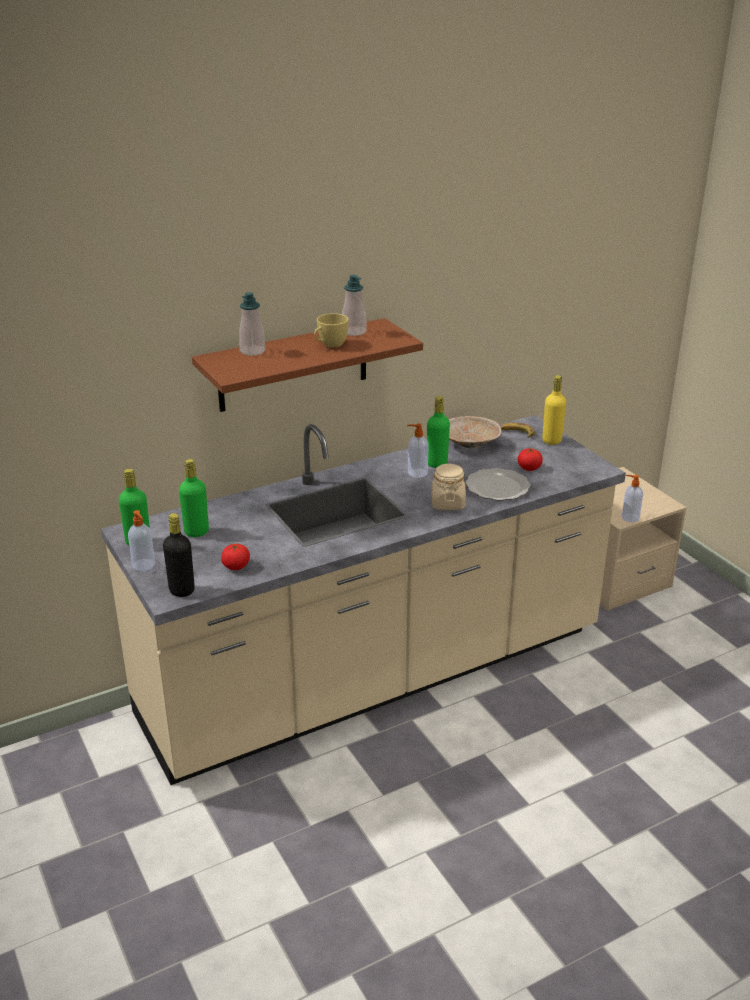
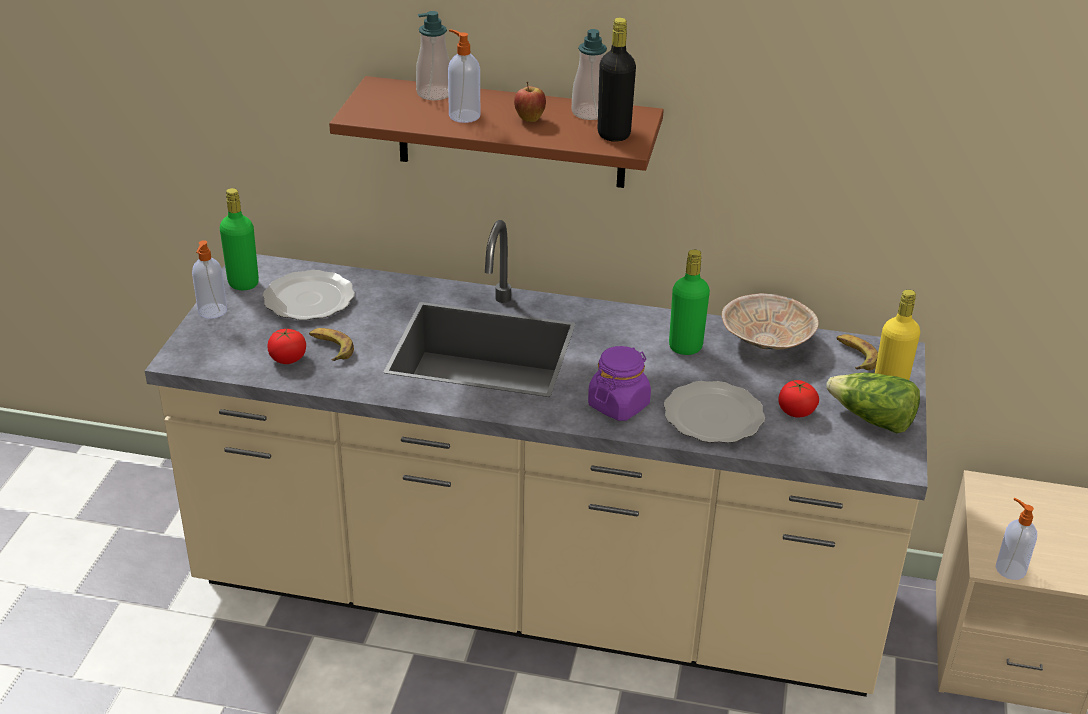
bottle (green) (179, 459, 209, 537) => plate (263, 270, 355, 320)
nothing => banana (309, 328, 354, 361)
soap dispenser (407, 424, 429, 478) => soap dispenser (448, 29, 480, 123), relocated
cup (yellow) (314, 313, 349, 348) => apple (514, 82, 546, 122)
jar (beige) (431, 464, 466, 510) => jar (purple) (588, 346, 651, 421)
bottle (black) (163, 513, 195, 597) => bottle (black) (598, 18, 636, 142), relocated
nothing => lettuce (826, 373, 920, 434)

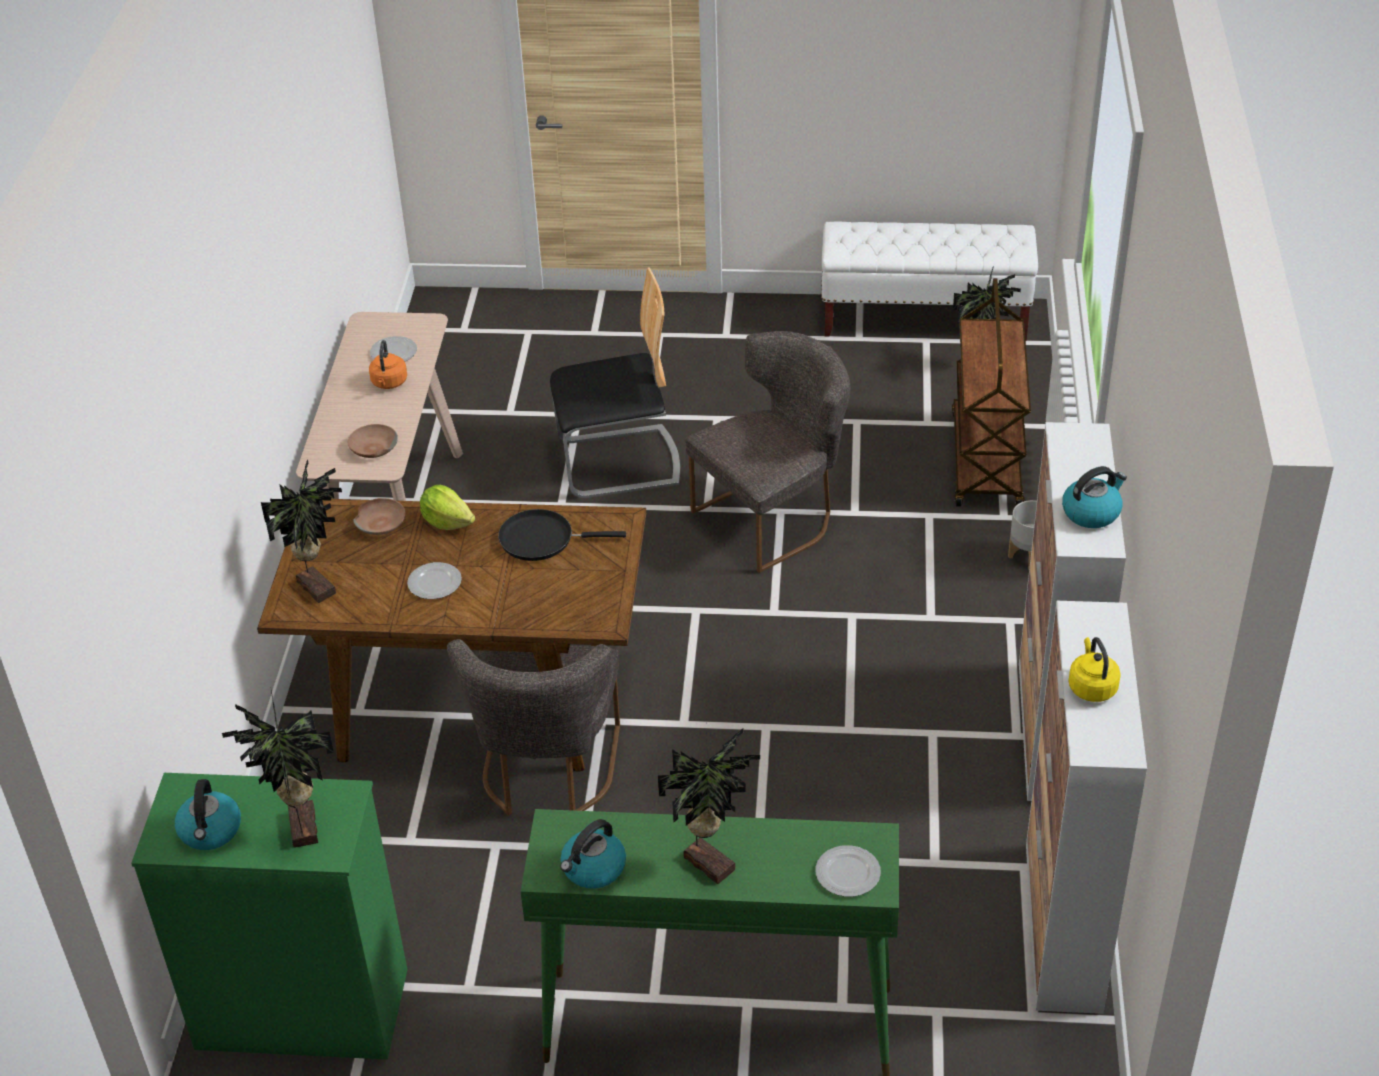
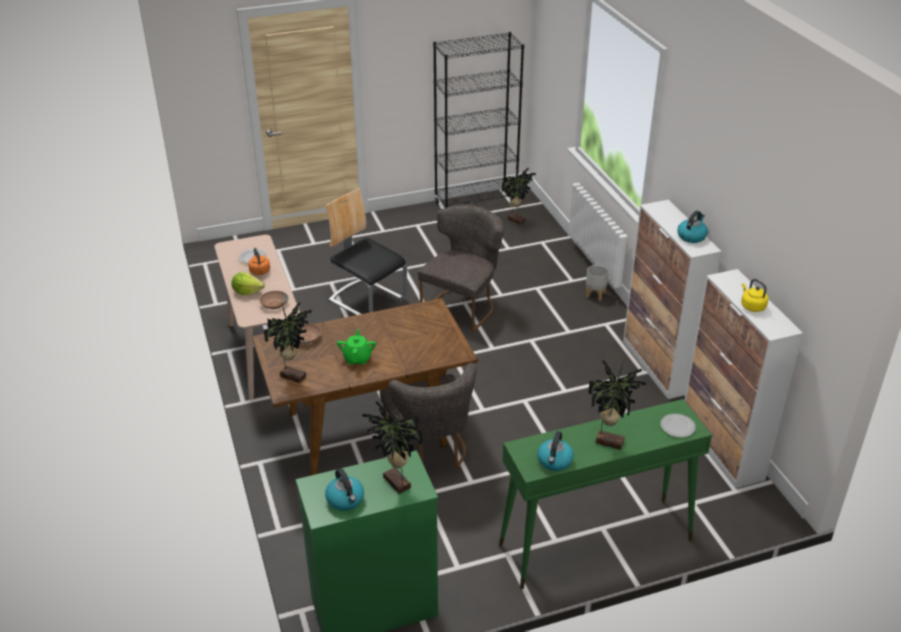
lettuce (420, 485, 475, 530) => lettuce (231, 272, 265, 295), relocated
chair (550, 267, 680, 498) => chair (326, 188, 407, 315), 105 degrees counterclockwise
plate (407, 562, 462, 599) => teapot (green) (337, 330, 376, 365)
bench (white) (821, 222, 1038, 341) => bookcase (black) (433, 32, 524, 208)
frying pan (black) (498, 509, 626, 561) => nothing
cart (brown) (952, 278, 1031, 507) => nothing

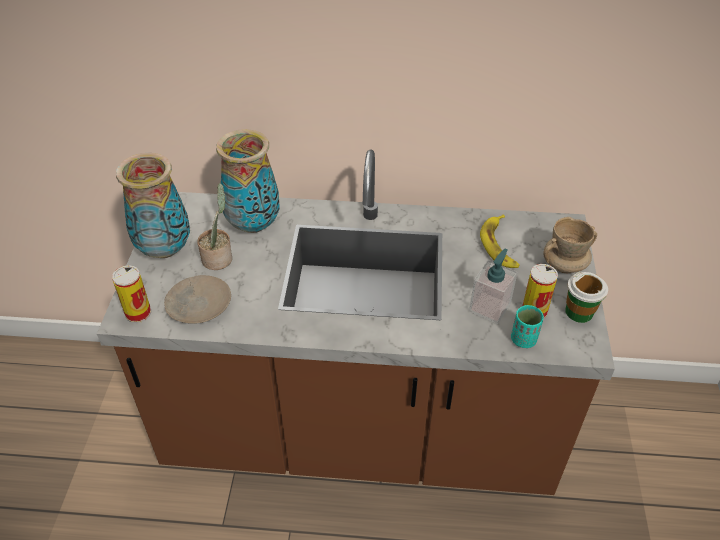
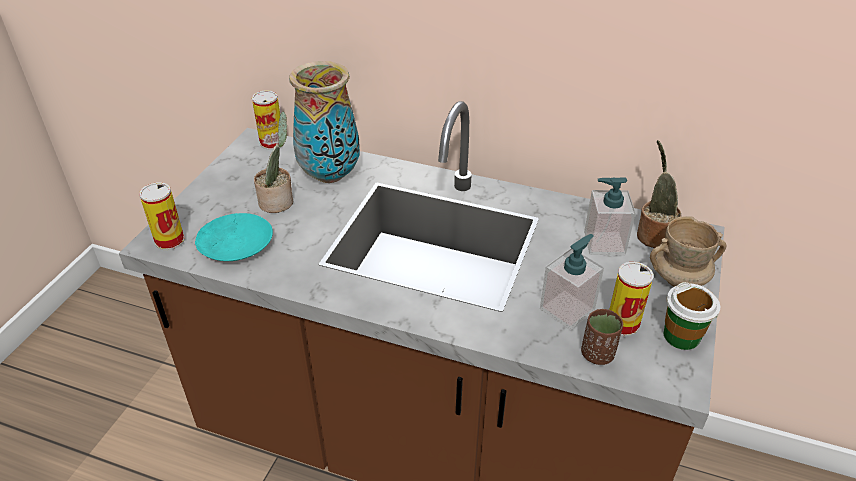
plate (beige) (164, 275, 231, 324) => plate (turquoise) (195, 213, 273, 261)
nothing => can (252, 90, 280, 150)
cup (turquoise) (511, 305, 544, 348) => cup (brown) (581, 309, 623, 365)
banana (480, 215, 520, 268) => soap dispenser (584, 177, 636, 255)
nothing => potted plant (637, 140, 681, 248)
vase (116, 153, 190, 258) => nothing

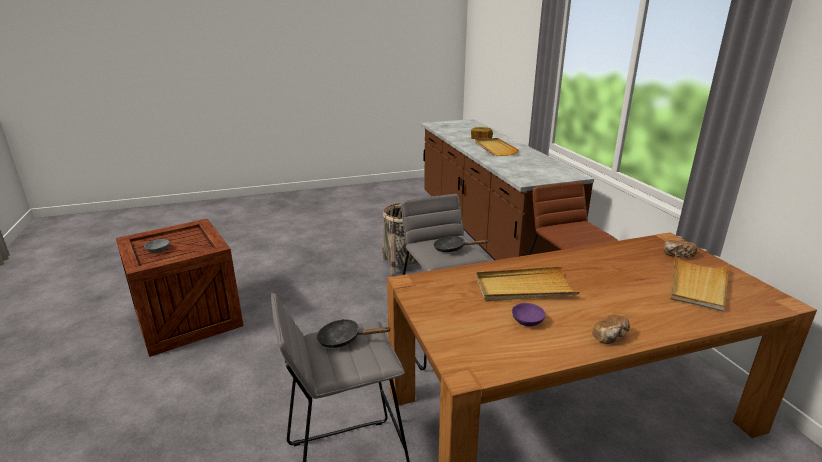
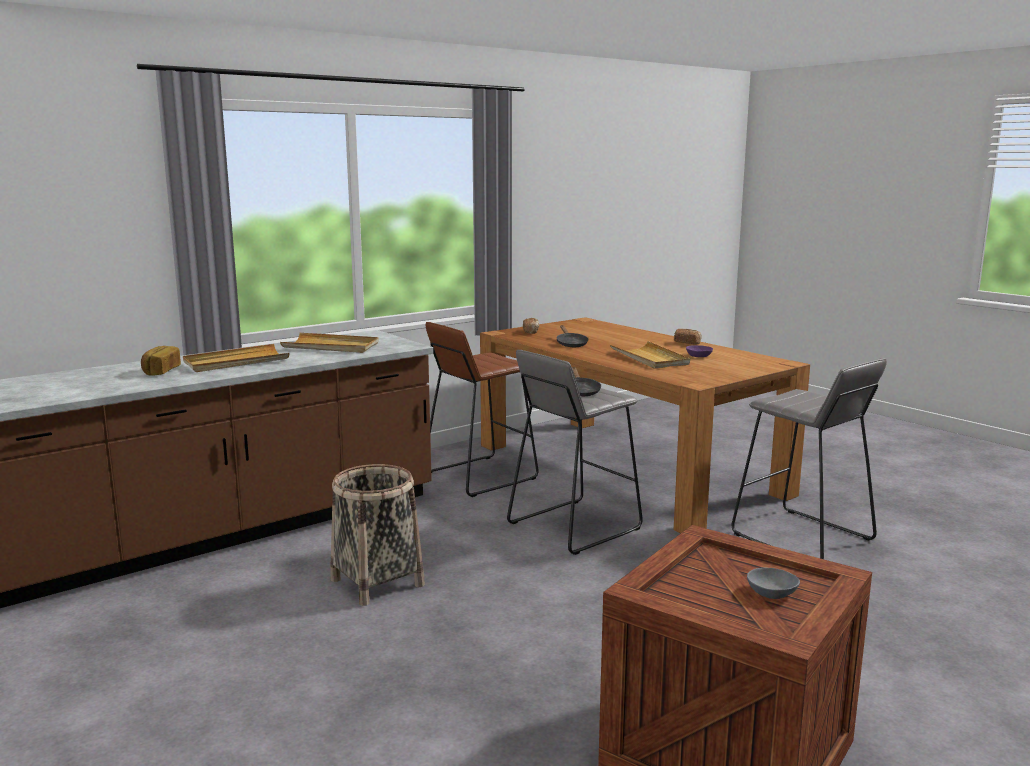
tray (beige) (671, 254, 729, 312) => tray (beige) (280, 333, 379, 353), relocated
frying pan (black) (317, 319, 391, 348) => frying pan (black) (557, 325, 588, 347), relocated

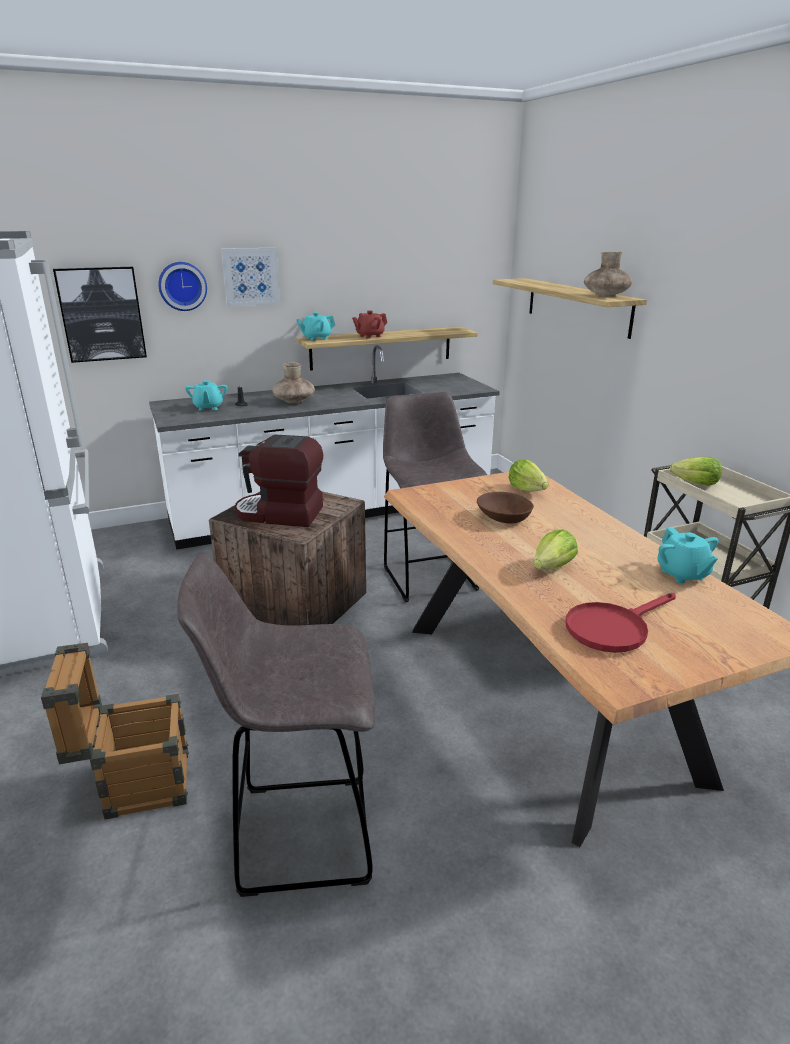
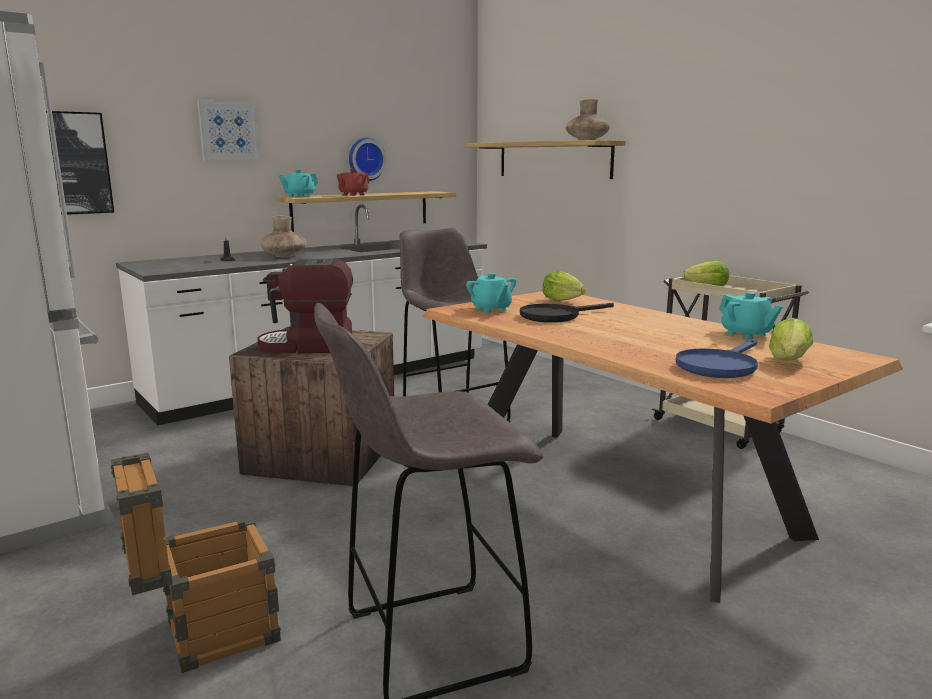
wall clock (158, 262, 207, 311) => wall clock (349, 137, 386, 181), relocated
teapot (turquoise) (185, 380, 227, 411) => teapot (turquoise) (466, 273, 516, 313), relocated
bowl (brown) (477, 492, 534, 524) => frying pan (black) (520, 303, 614, 323)
frying pan (red) (566, 593, 676, 653) => frying pan (blue) (676, 339, 758, 378)
lettuce (533, 529, 578, 570) => lettuce (769, 318, 813, 361), relocated

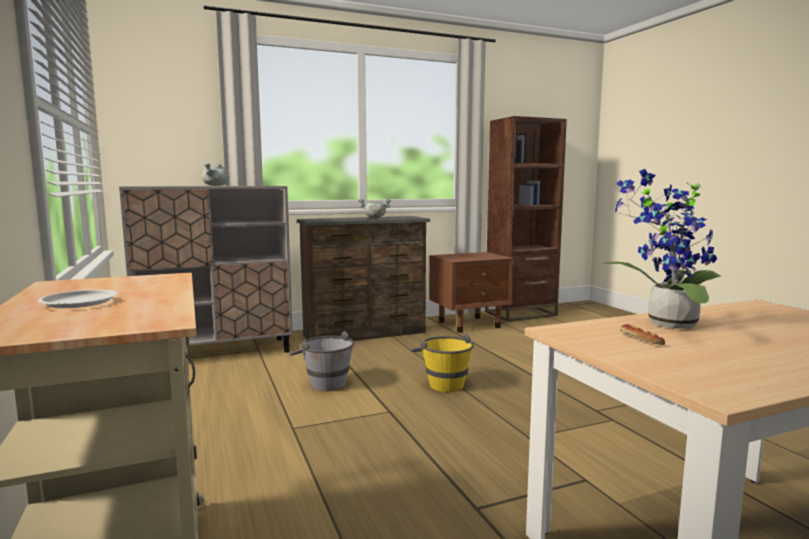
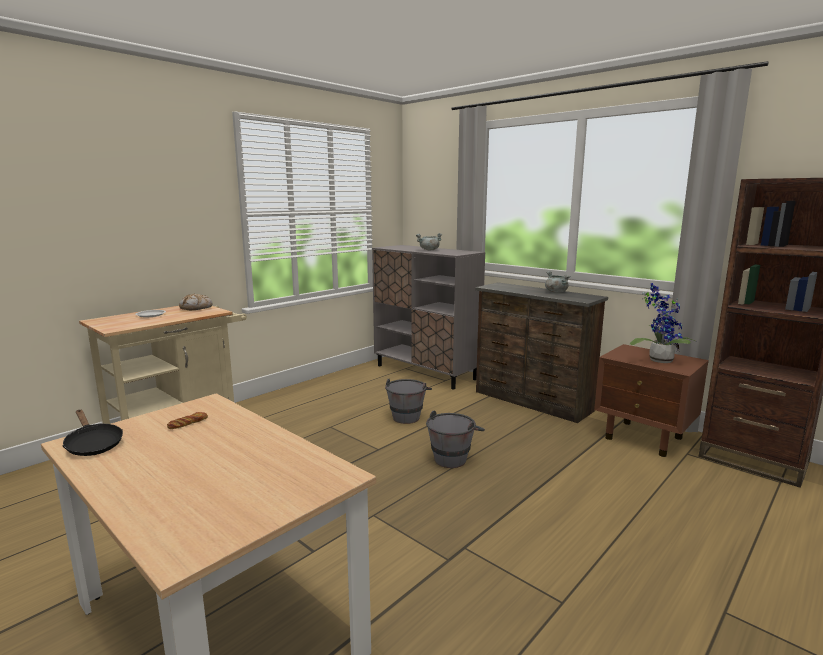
nothing => frying pan (black) (62, 410, 123, 456)
nothing => bread (179, 294, 212, 310)
bucket (yellow) (411, 334, 474, 392) => bucket (grey) (426, 411, 485, 468)
potted plant (603, 169, 721, 329) => potted plant (630, 283, 695, 363), relocated

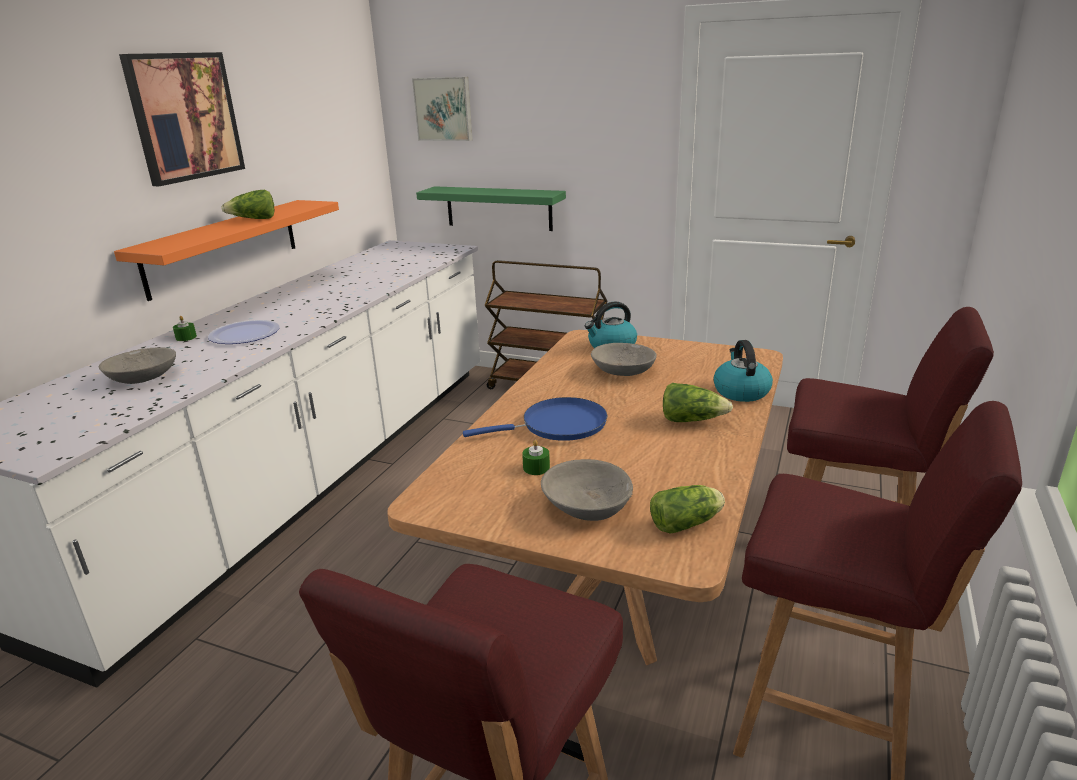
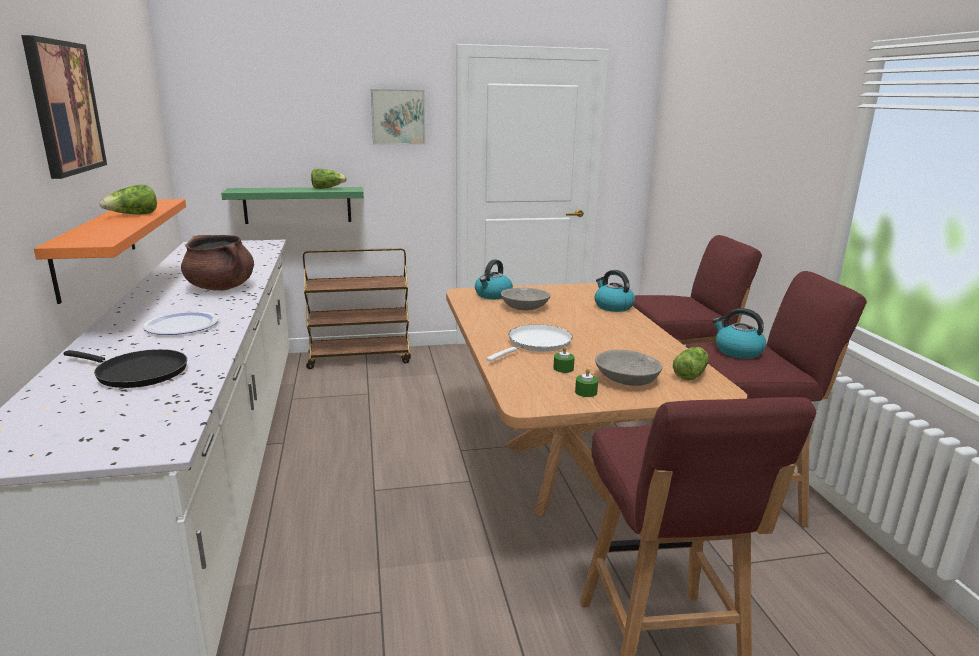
bowl (grey) (99, 347, 176, 384) => frying pan (black) (64, 349, 187, 388)
nothing => cooking pot (brown) (181, 235, 254, 291)
lettuce (663, 383, 733, 422) => lettuce (311, 169, 347, 189), relocated
picture (412, 77, 473, 141) => picture (371, 89, 425, 145), relocated
frying pan (blue) (463, 397, 607, 441) => frying pan (white) (487, 325, 573, 362)
candle (green) (173, 316, 197, 341) => candle (green) (575, 368, 598, 397), relocated
nothing => kettle (712, 308, 766, 359)

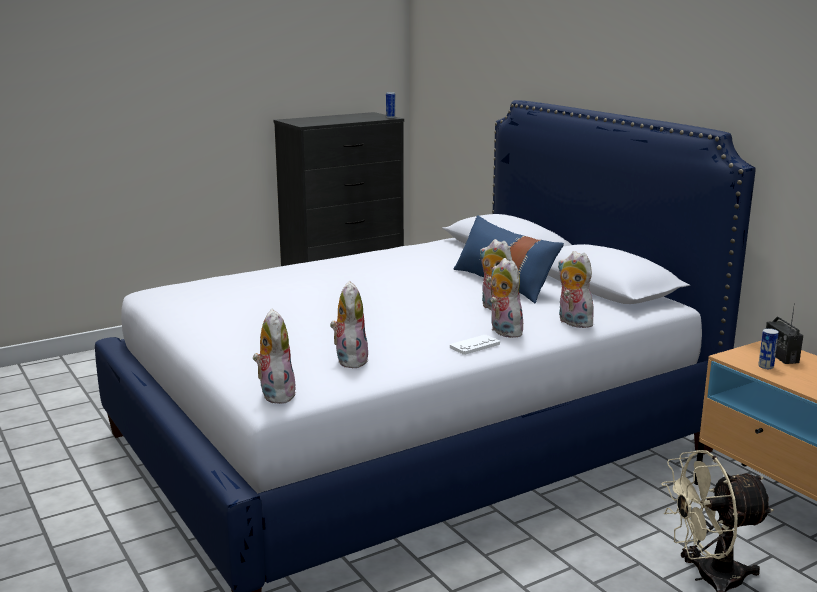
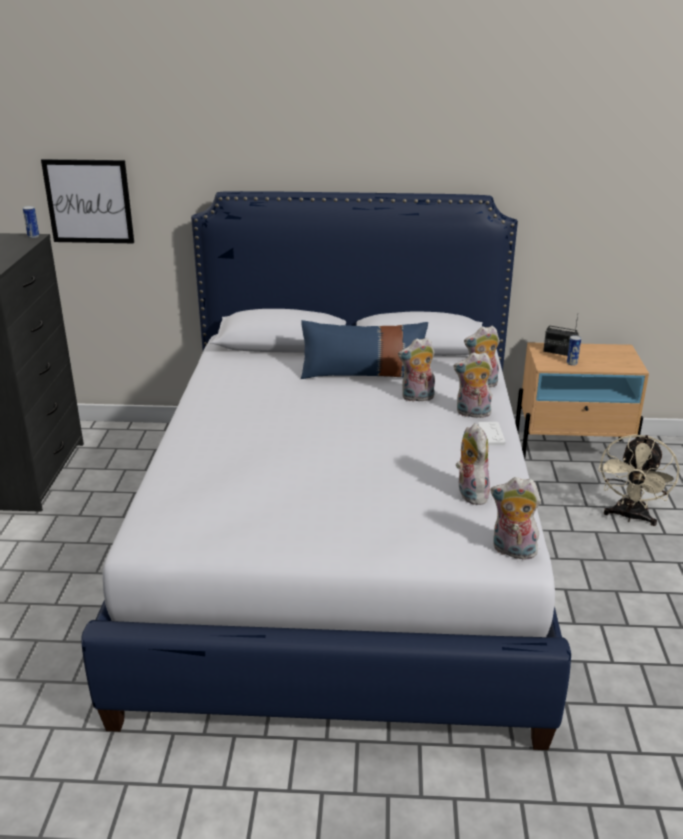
nothing => picture (41, 159, 134, 243)
plush toy (330, 281, 369, 368) => plush toy (456, 423, 492, 505), 45 degrees clockwise

